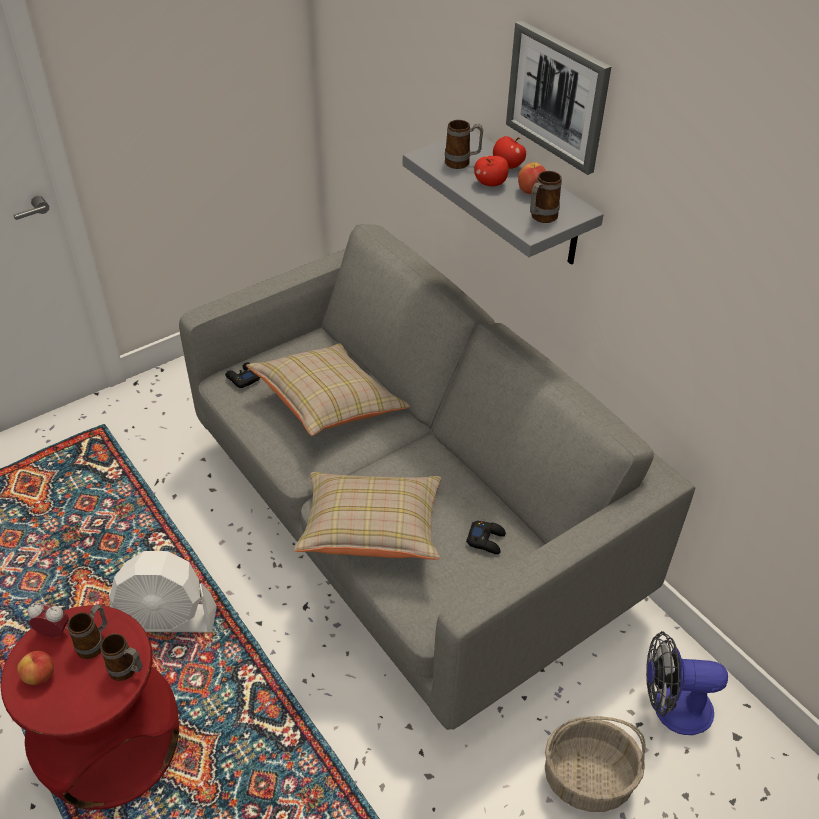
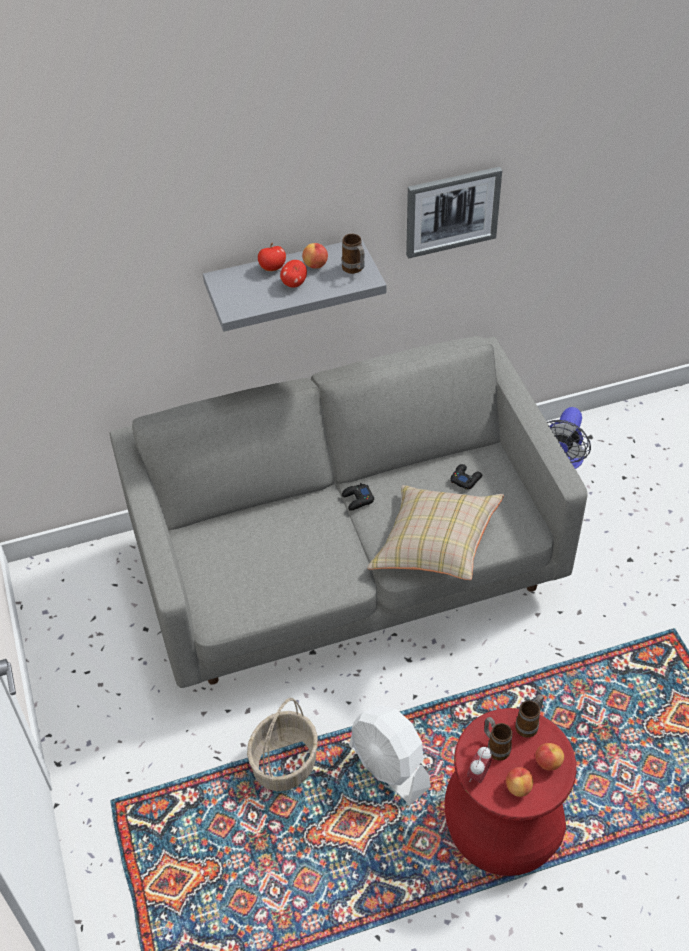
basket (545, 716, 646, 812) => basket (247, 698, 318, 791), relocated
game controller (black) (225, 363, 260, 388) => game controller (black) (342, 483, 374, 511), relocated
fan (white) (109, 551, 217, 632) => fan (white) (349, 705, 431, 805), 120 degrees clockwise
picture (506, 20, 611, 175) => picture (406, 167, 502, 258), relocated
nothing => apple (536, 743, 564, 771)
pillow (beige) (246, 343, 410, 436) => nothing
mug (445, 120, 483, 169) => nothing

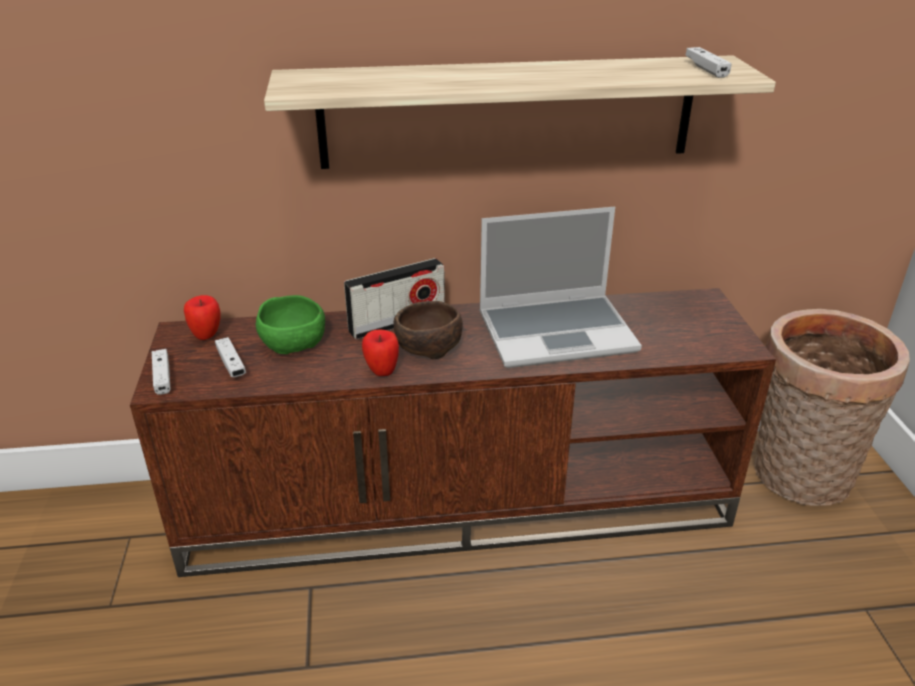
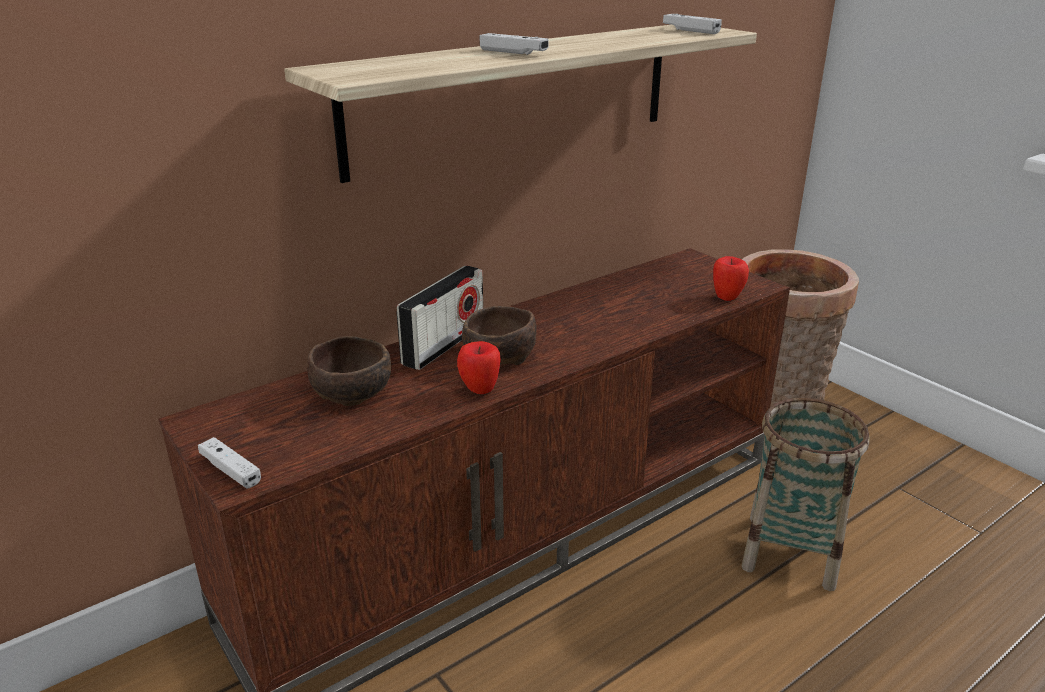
bowl (green) (255, 295, 325, 354) => bowl (brown) (307, 336, 391, 406)
game controller (white) (215, 337, 246, 377) => game controller (white) (480, 33, 549, 55), relocated
apple (184, 295, 220, 340) => apple (713, 256, 749, 301), relocated
nothing => basket (741, 398, 870, 591)
laptop (479, 207, 642, 368) => nothing

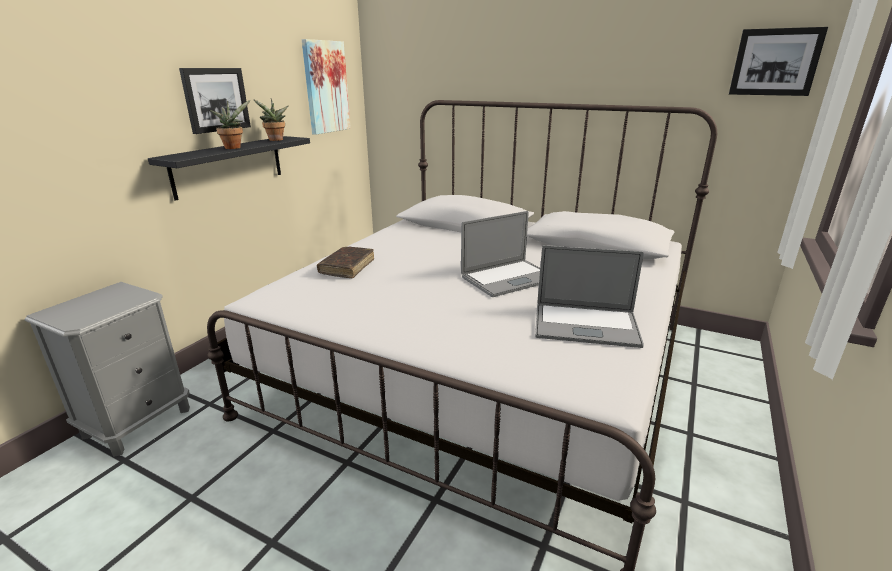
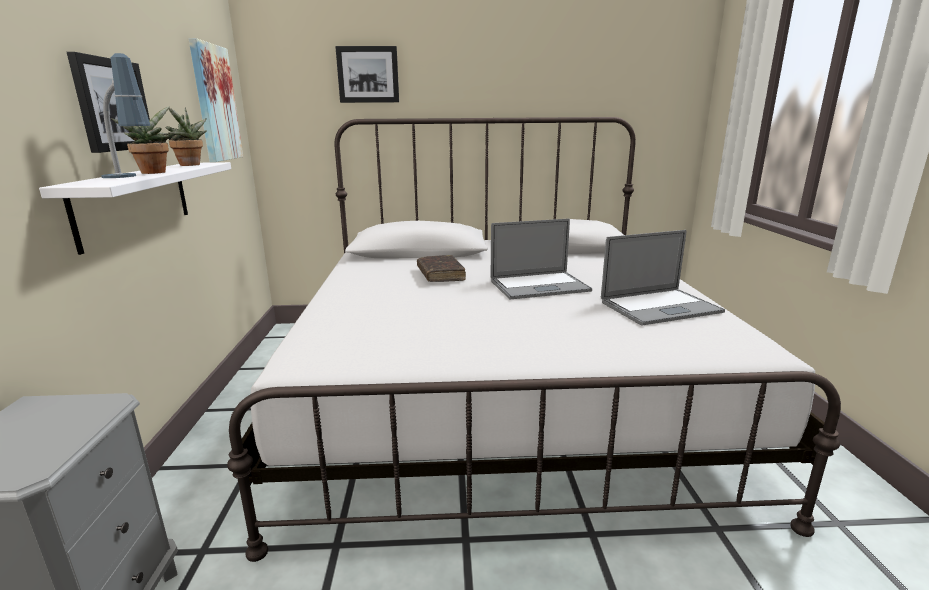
shelf (black) (148, 136, 310, 201) => shelf (white) (39, 162, 231, 255)
nothing => table lamp (101, 53, 150, 178)
picture (729, 27, 828, 96) => picture (335, 46, 399, 103), relocated
book (brown) (317, 246, 374, 278) => book (brown) (417, 255, 466, 282), relocated
laptop (461, 211, 540, 297) => laptop (491, 219, 592, 300), 45 degrees clockwise

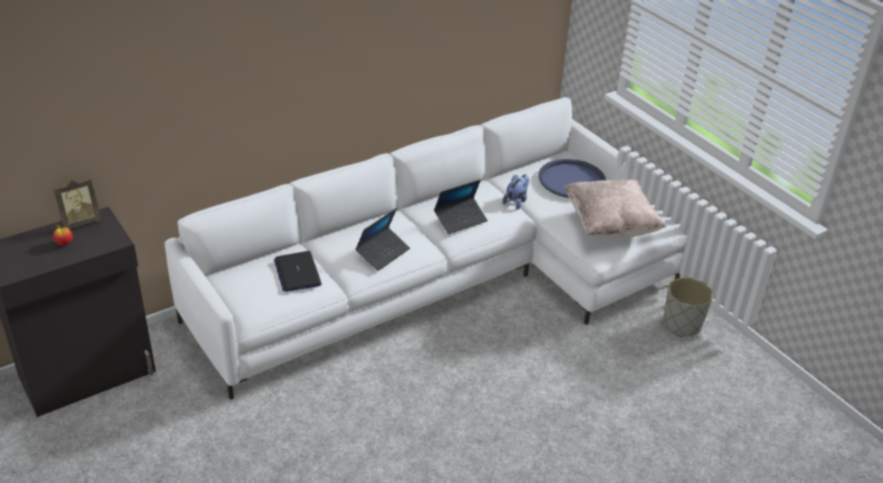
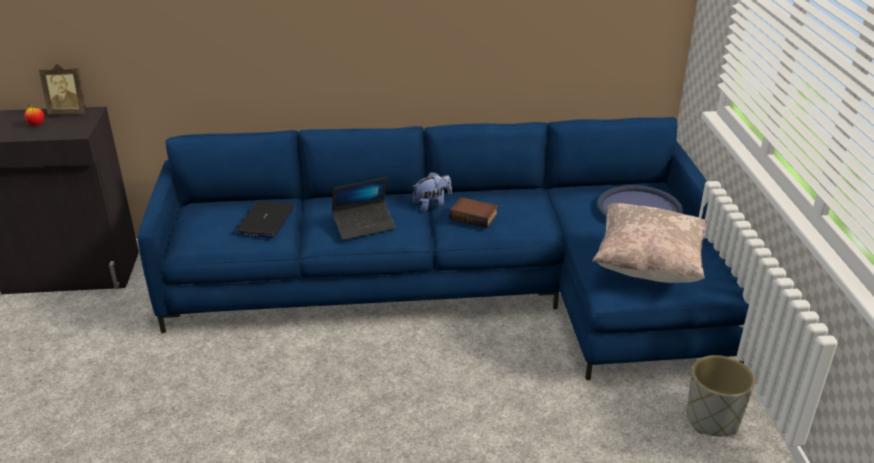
sofa (white) (165, 97, 688, 400) => sofa (blue) (138, 117, 749, 380)
plush toy (502, 174, 529, 210) => plush toy (412, 172, 452, 212), relocated
laptop (434, 180, 488, 234) => book (449, 197, 498, 228)

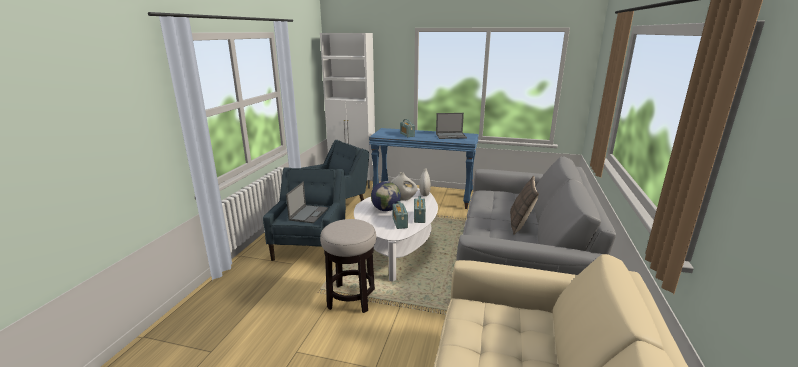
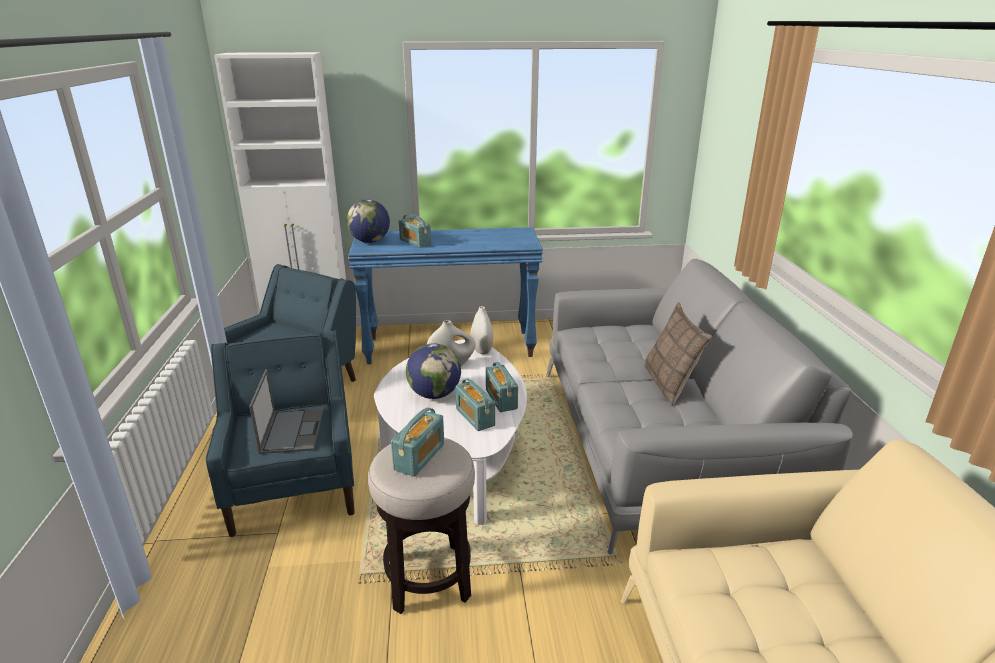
nothing => globe (347, 200, 390, 243)
nothing => radio (391, 408, 444, 477)
laptop (436, 113, 467, 139) => nothing

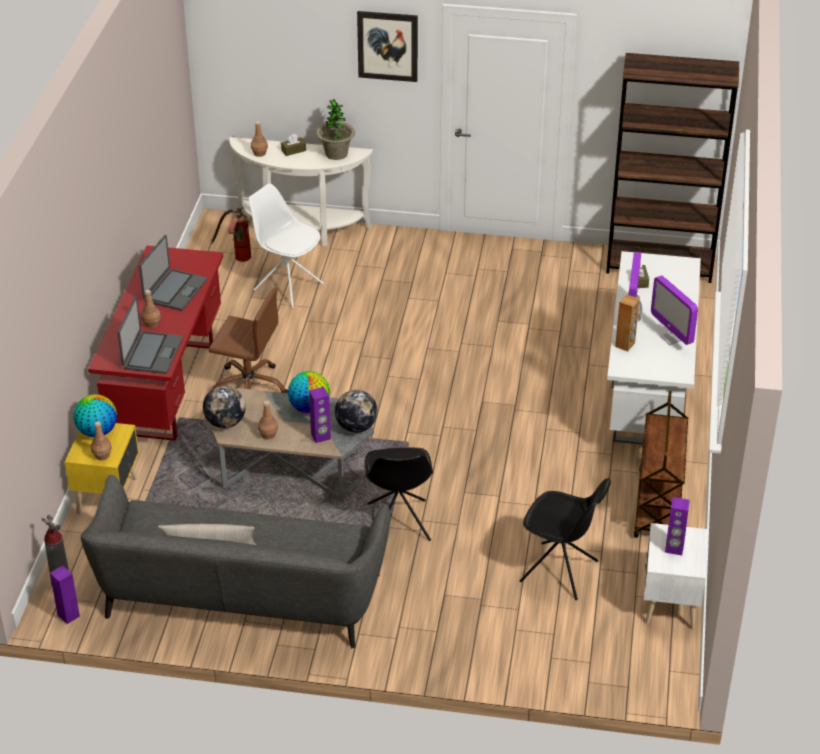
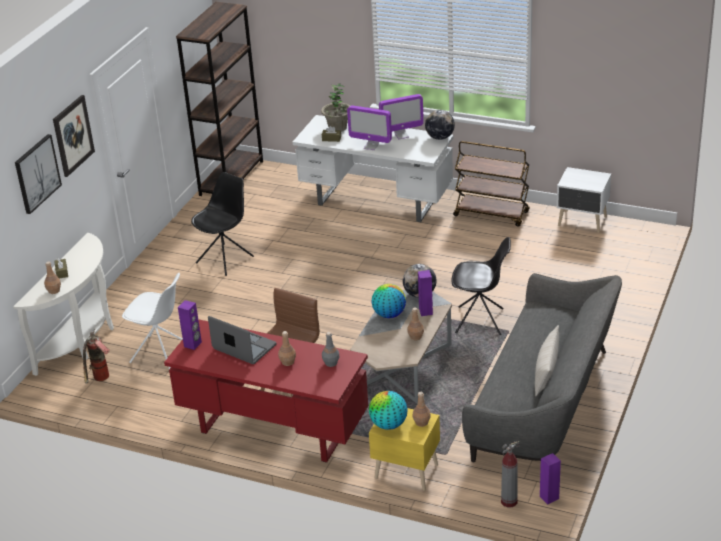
nothing => picture (15, 134, 62, 214)
chair (white) (249, 184, 324, 308) => chair (white) (122, 273, 183, 369), 120 degrees counterclockwise
speaker (purple) (665, 497, 690, 555) => speaker (purple) (178, 300, 202, 350), relocated
chair (black) (520, 478, 611, 600) => chair (black) (191, 172, 254, 276), relocated
potted plant (316, 99, 355, 160) => potted plant (321, 84, 350, 132), relocated
laptop (118, 297, 183, 374) => bottle (grey) (322, 332, 339, 367)
globe (203, 386, 246, 428) => globe (425, 110, 455, 140), relocated
speaker (brown) (615, 294, 639, 351) => nothing

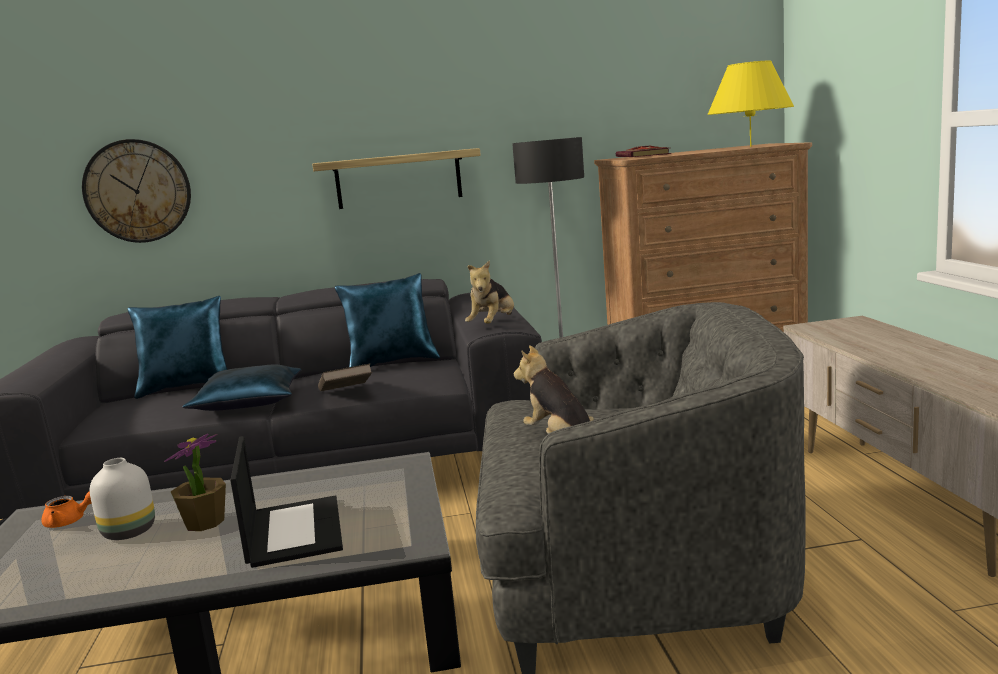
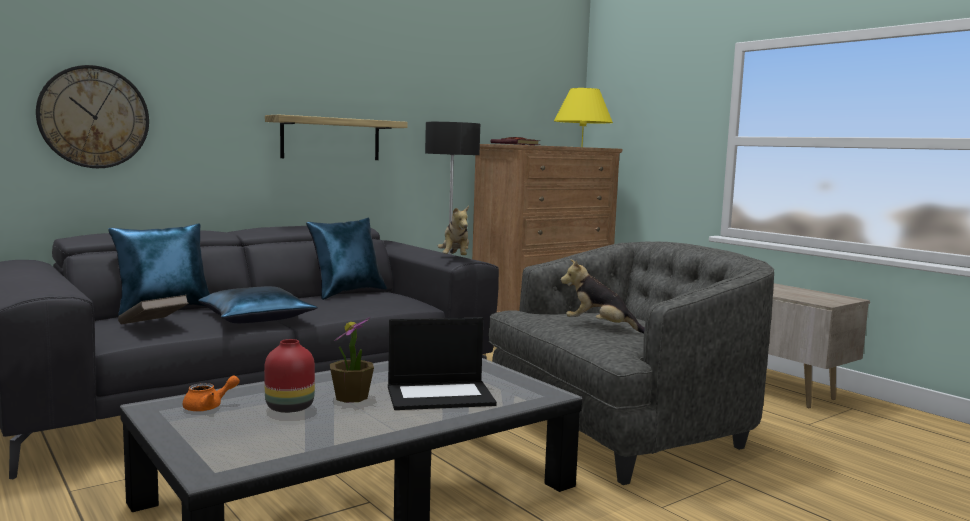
book (brown) (318, 364, 372, 391) => book (brown) (118, 295, 189, 324), relocated
vase (white) (90, 458, 155, 540) => vase (red) (264, 339, 315, 413)
laptop (230, 436, 343, 568) => laptop (388, 317, 497, 410), 120 degrees clockwise

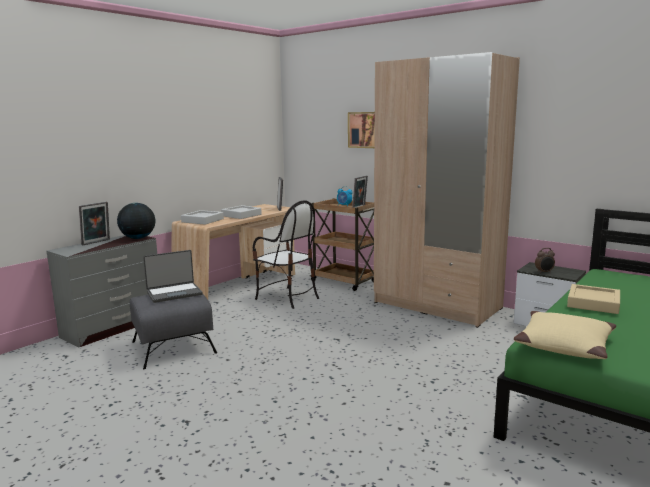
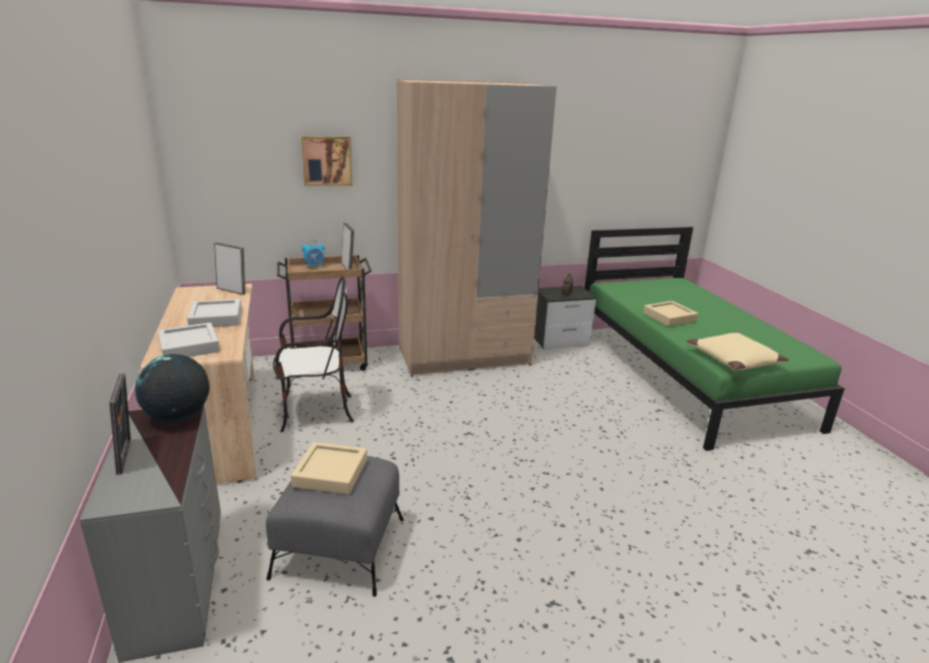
laptop (143, 250, 203, 303) => tray (beige) (291, 442, 367, 494)

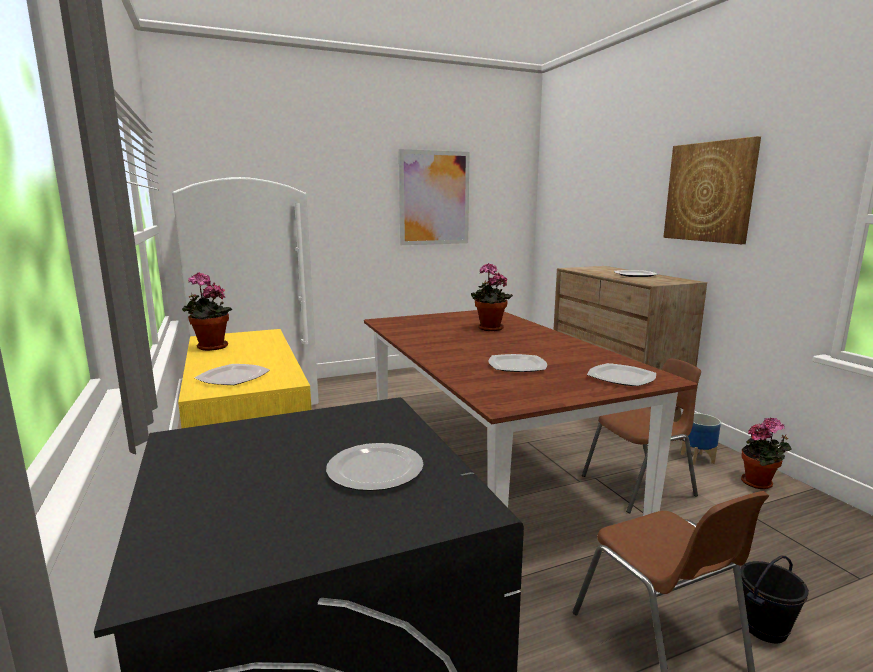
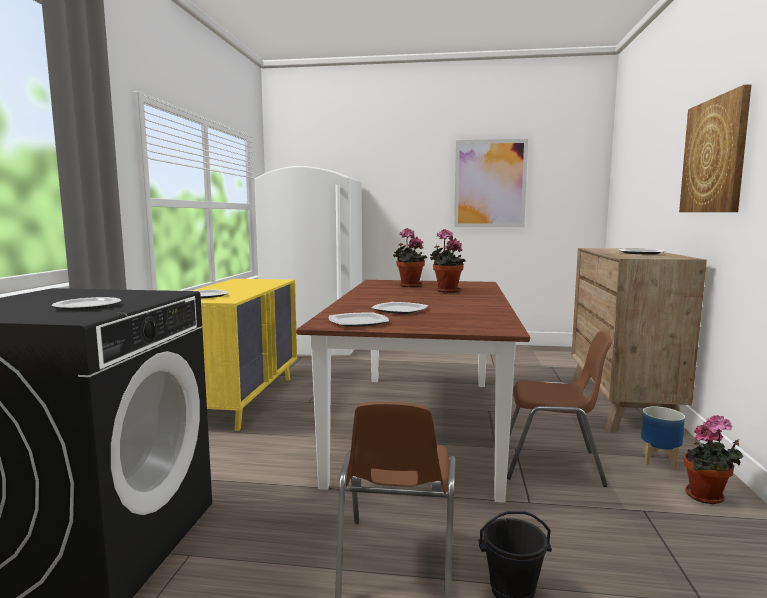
plate (587, 363, 656, 386) => plate (329, 313, 389, 327), relocated
potted plant (182, 272, 232, 351) => potted plant (393, 228, 427, 287), relocated

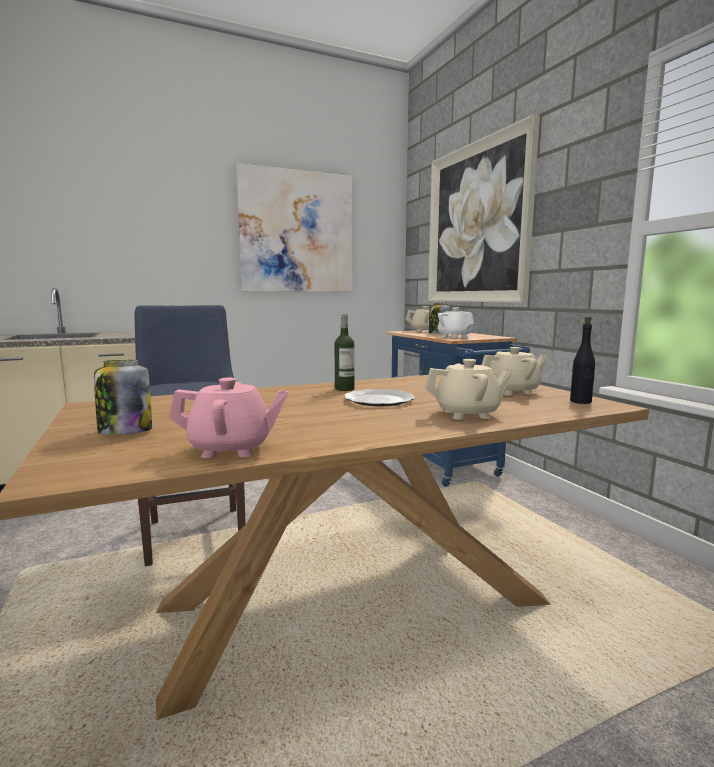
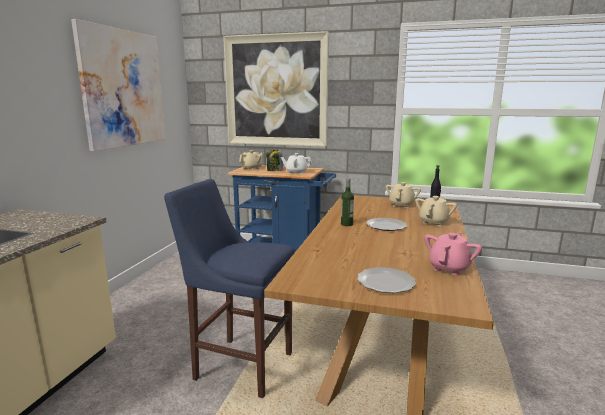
jar (94, 360, 152, 435) => plate (357, 267, 416, 293)

